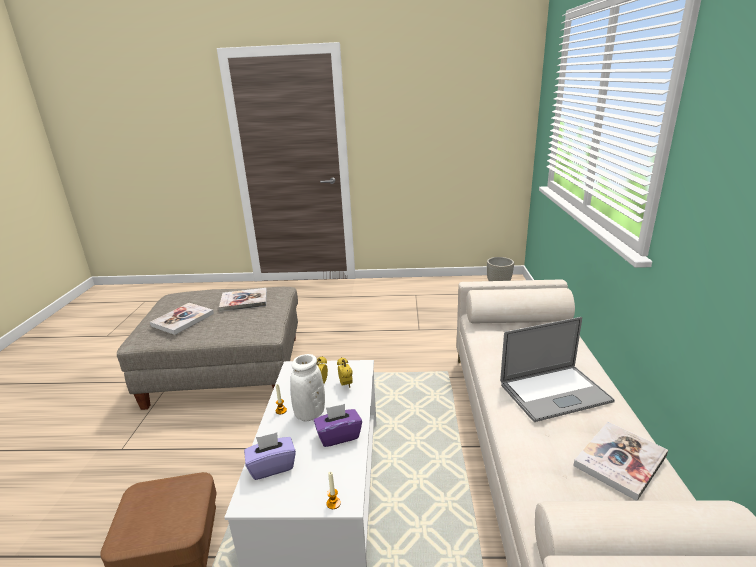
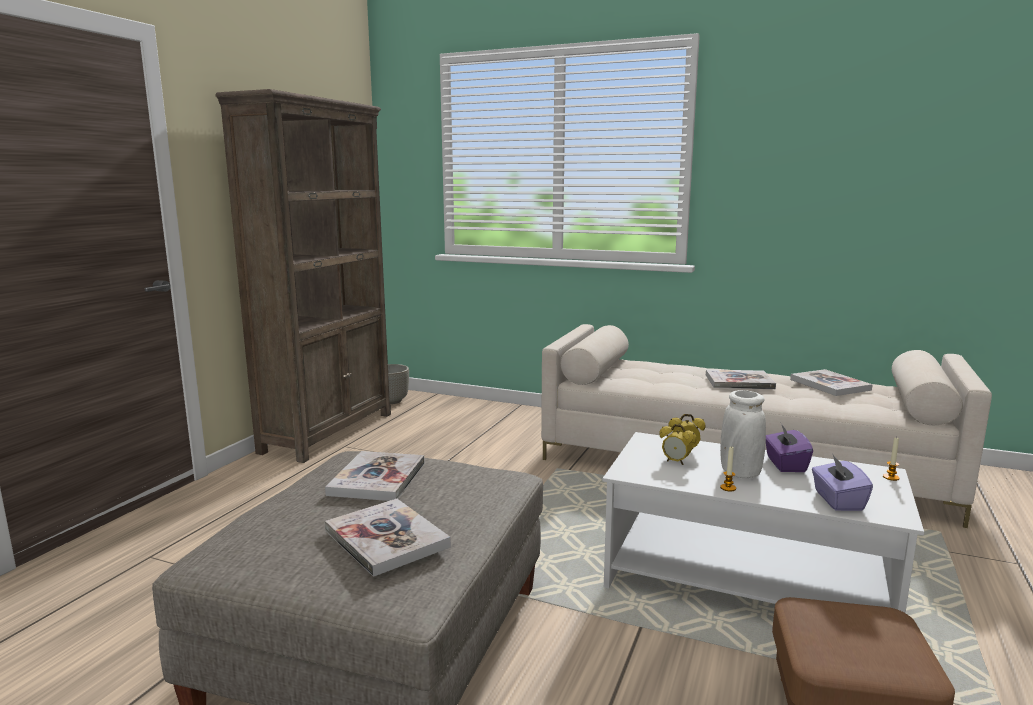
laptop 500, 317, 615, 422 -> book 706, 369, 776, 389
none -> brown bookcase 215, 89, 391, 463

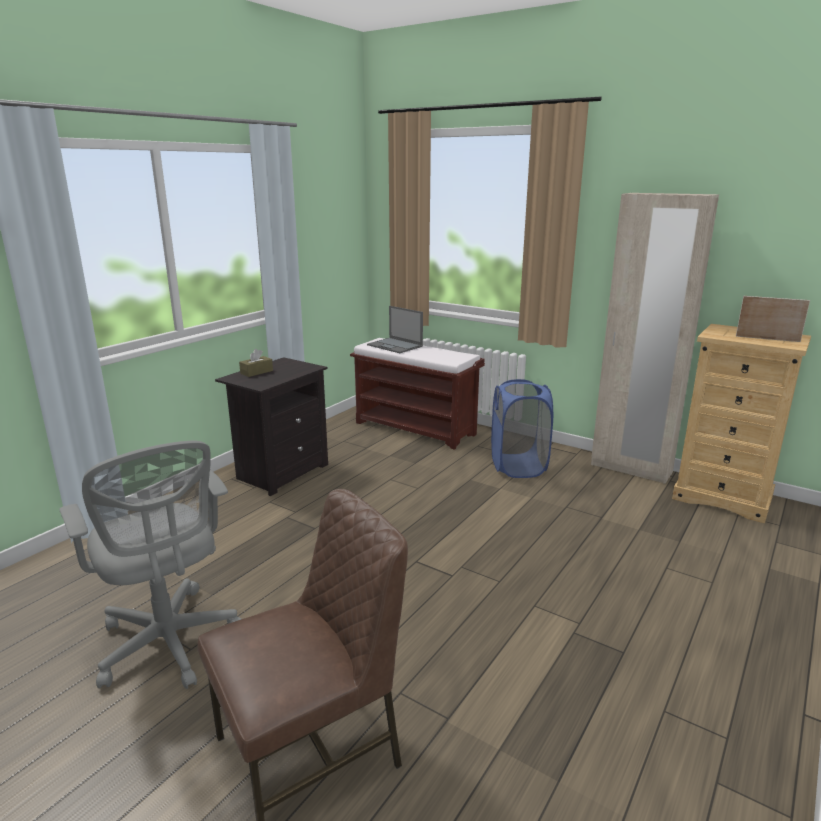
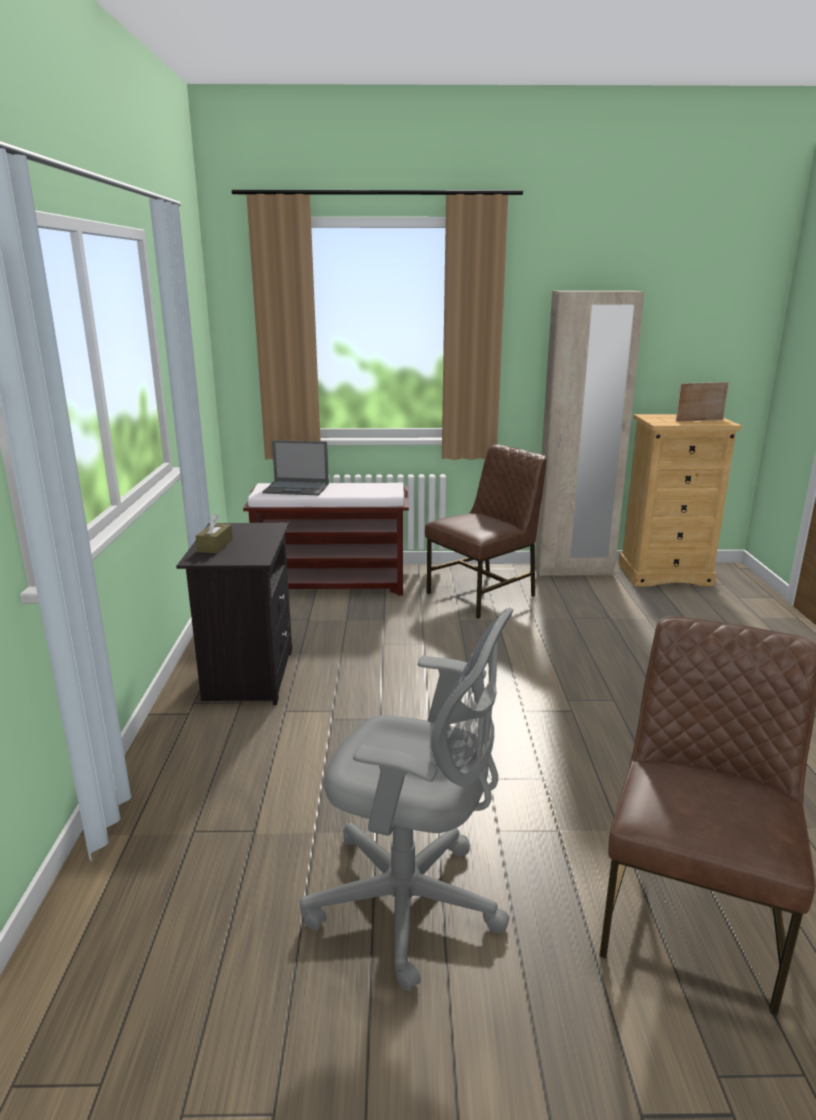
blue laundry basket 491, 379, 553, 478 -> brown chair 425, 445, 547, 619

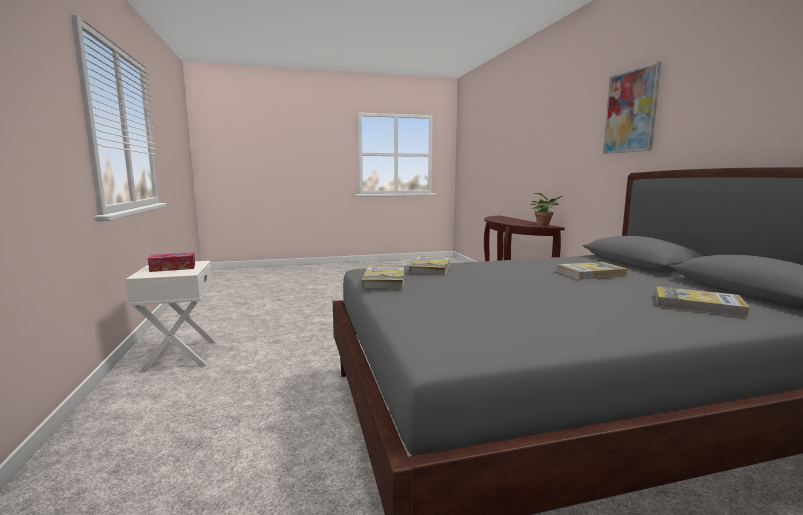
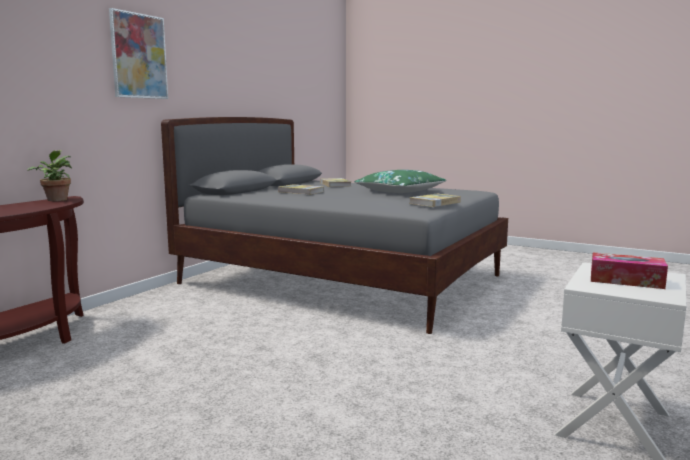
book 409, 256, 450, 275 -> none
none -> green pillow 354, 170, 446, 193

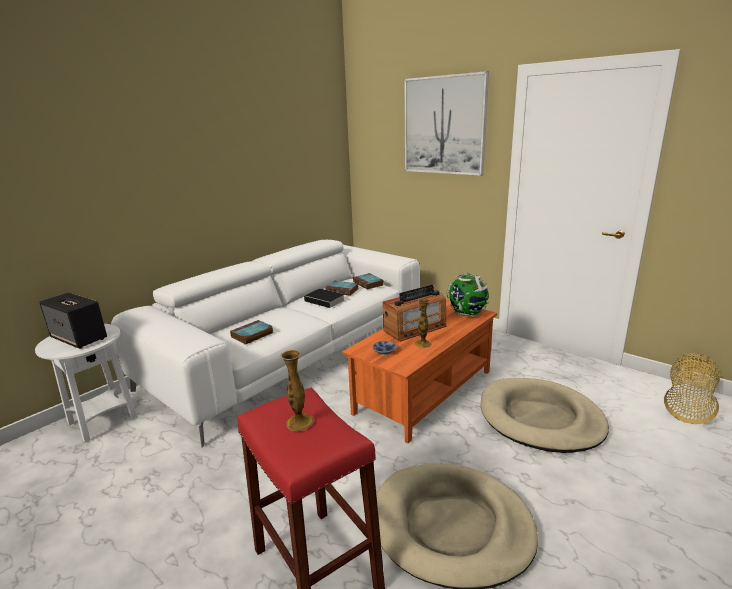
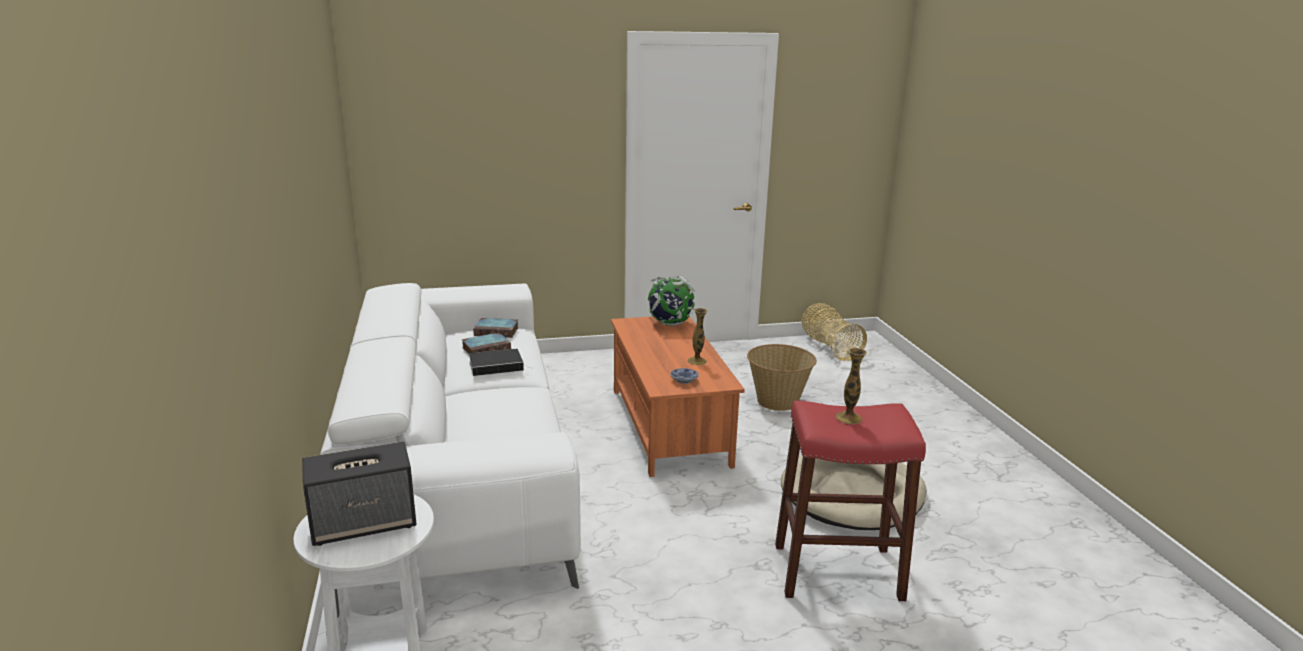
picture 405, 71, 489, 176 -> none
radio 383, 285, 446, 342 -> none
book 230, 320, 273, 345 -> none
beige dog bed 481, 378, 609, 453 -> basket 747, 344, 817, 411

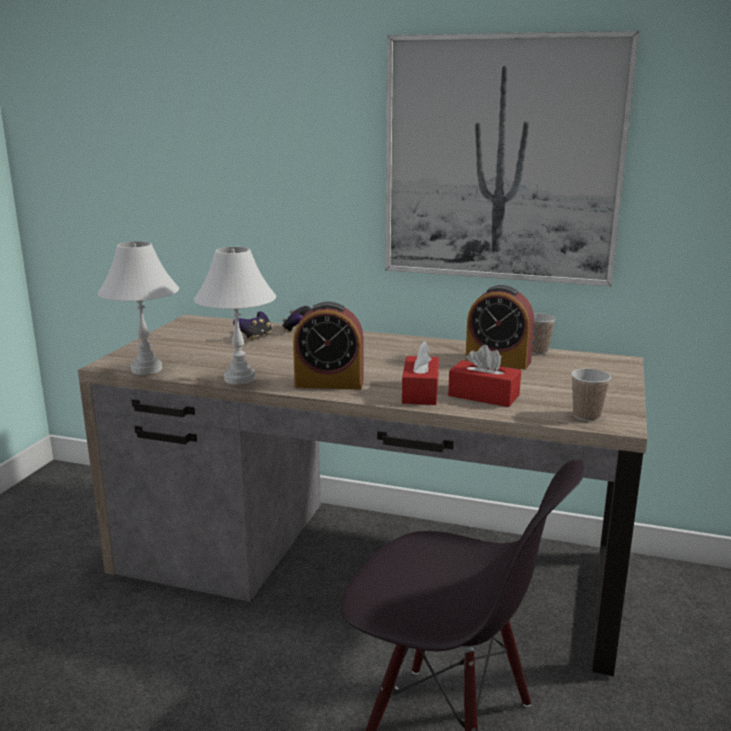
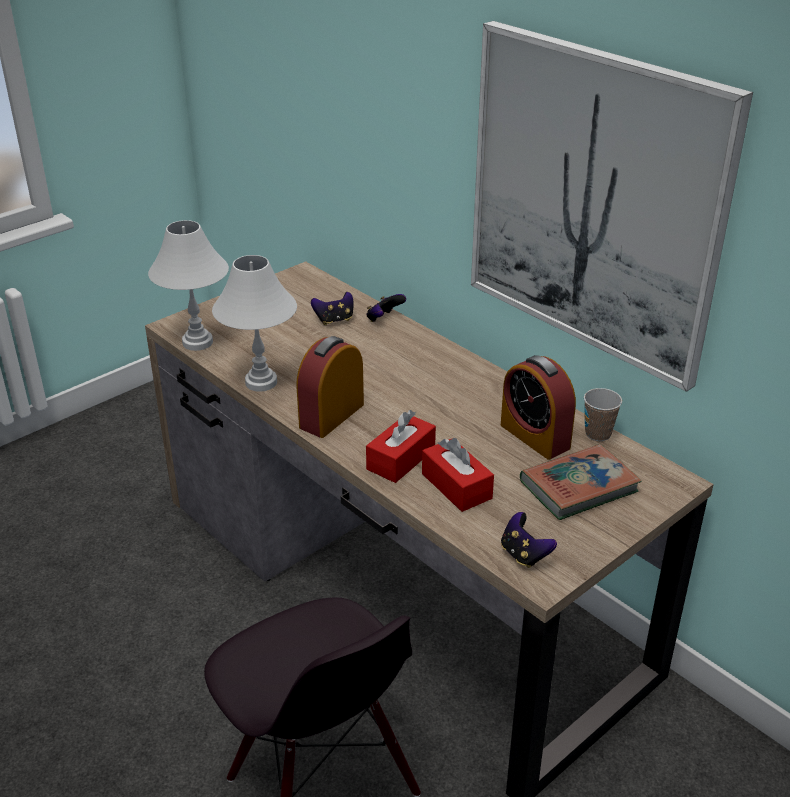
alarm clock 293, 301, 363, 389 -> alarm clock 296, 336, 364, 438, 90 degrees clockwise
cup 571, 368, 611, 421 -> game controller 501, 512, 557, 568
none -> book 520, 444, 641, 520

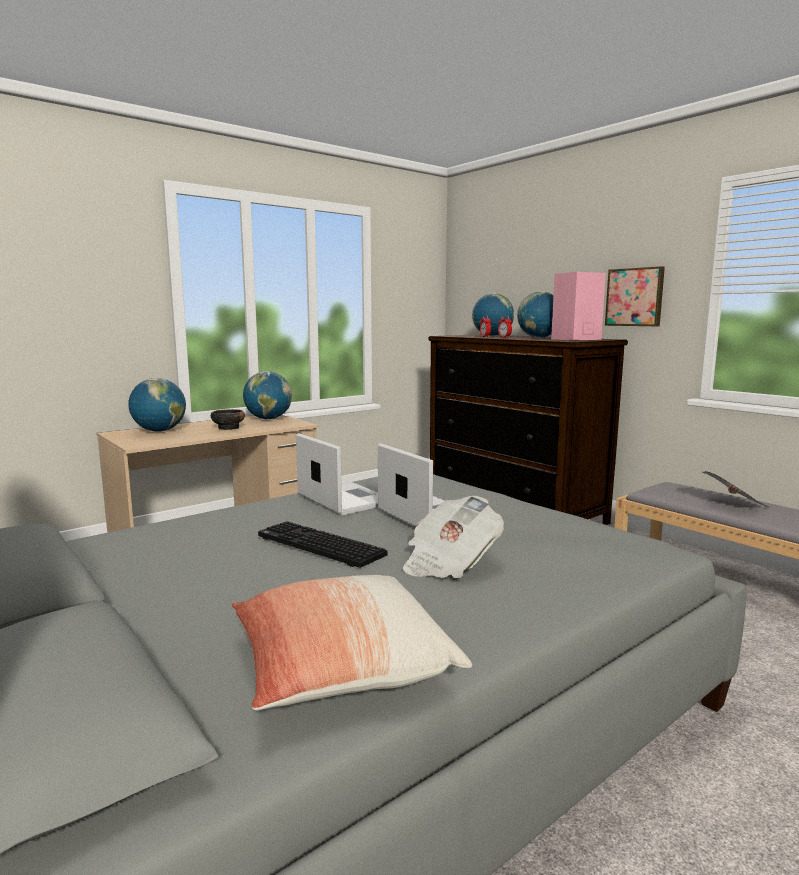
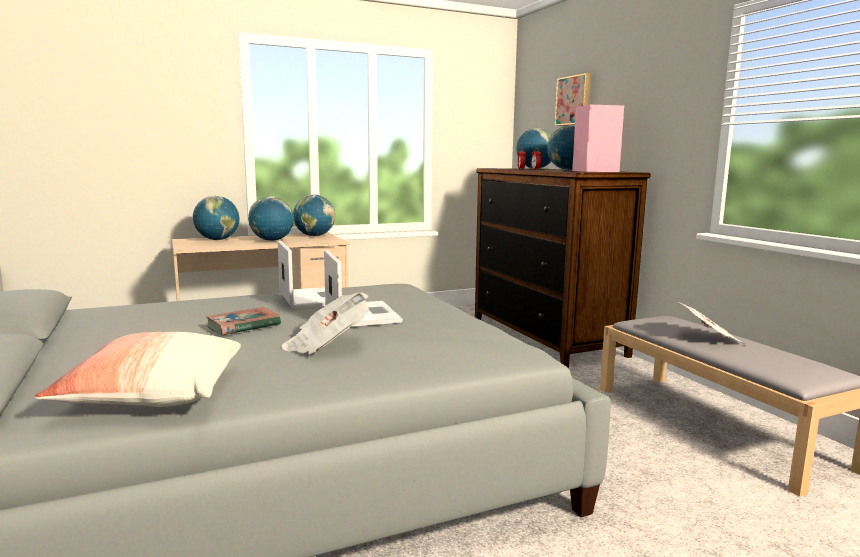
picture 605, 266, 665, 326 -> picture 555, 73, 591, 126, move
bowl 211, 409, 245, 430 -> globe 248, 196, 294, 241
keyboard 258, 521, 388, 568 -> book 206, 307, 281, 335

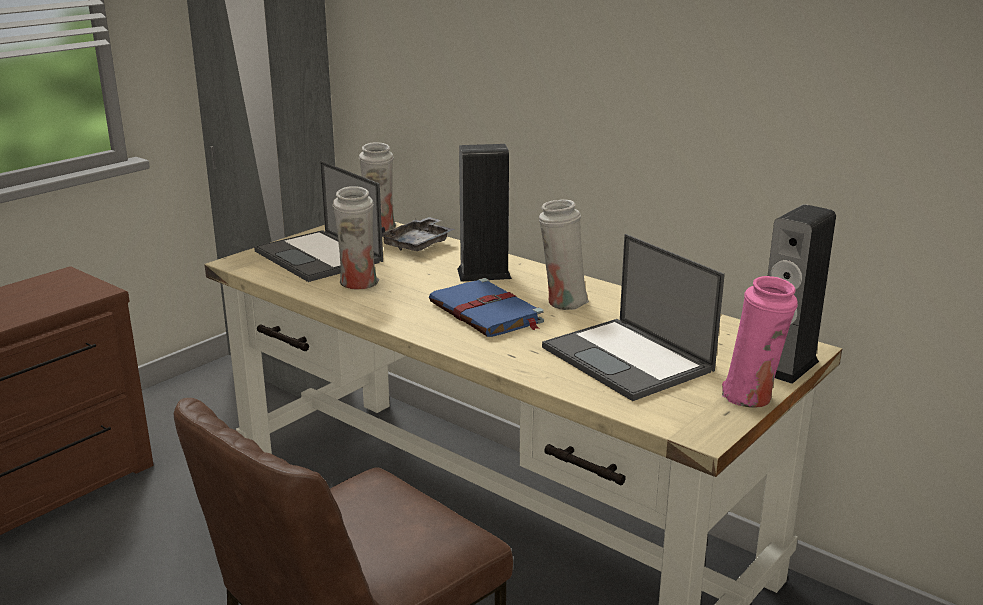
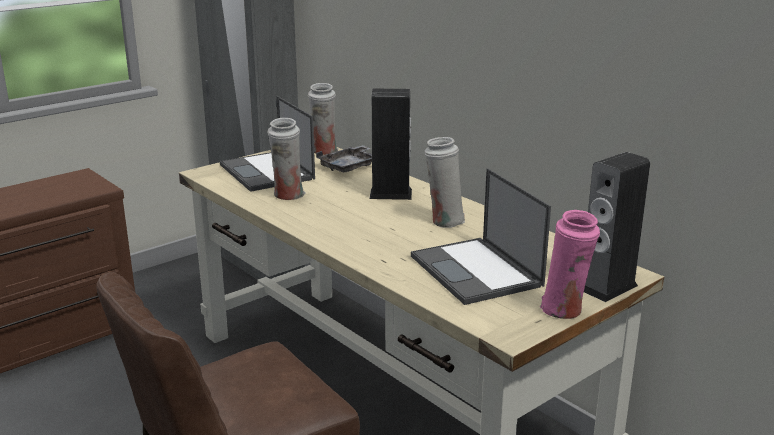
blue book 429, 278, 544, 337 -> none

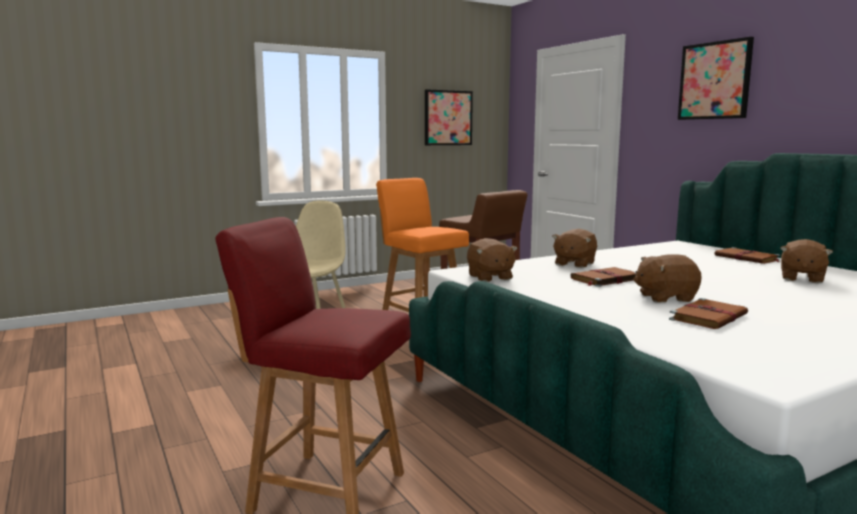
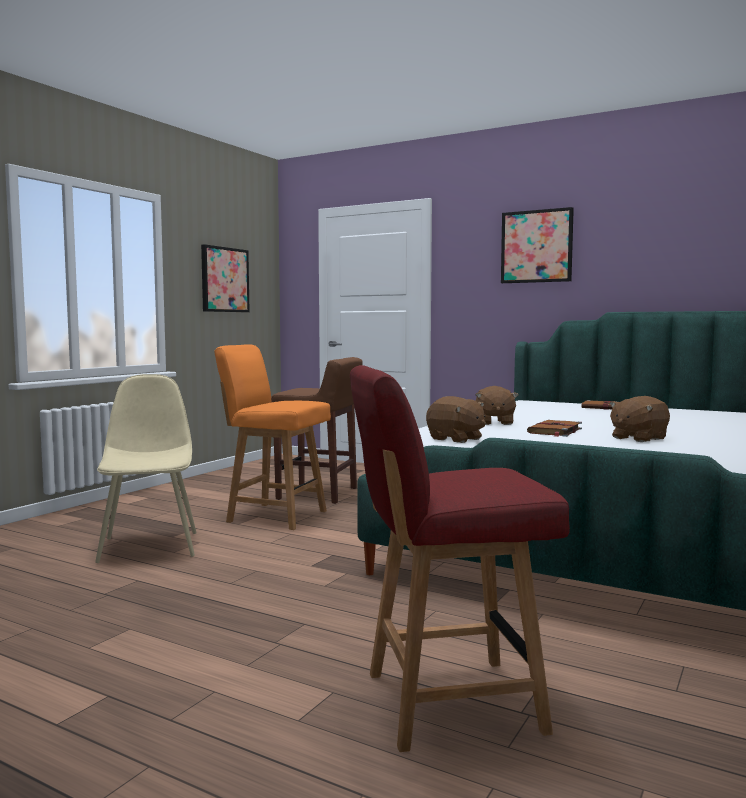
brown plush toy 780, 239, 833, 283 -> none
brown book 669, 298, 748, 329 -> none

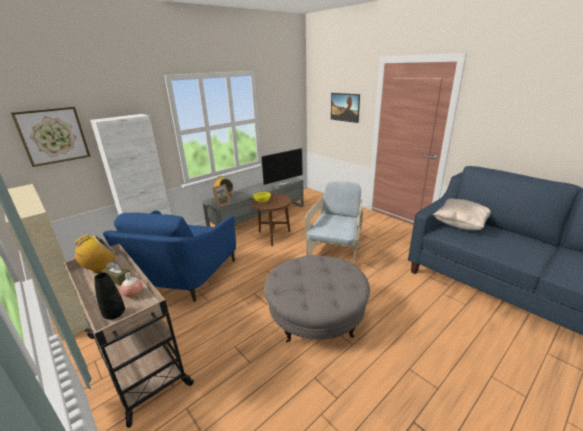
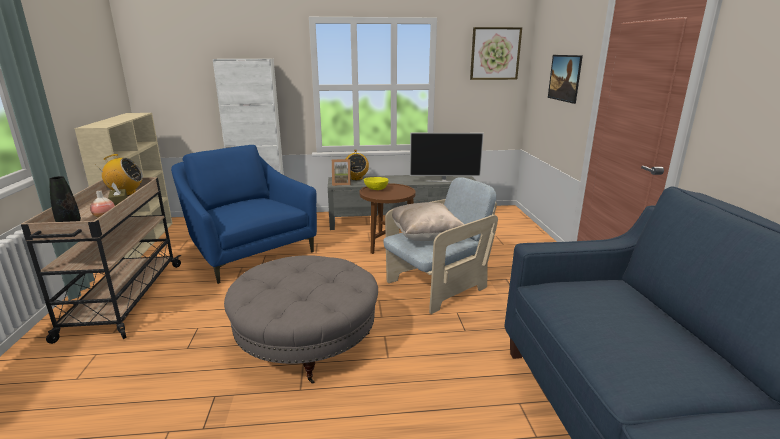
picture 11, 107, 91, 167 -> picture 470, 27, 522, 80, move
beige pillow 433, 198, 491, 230 -> beige pillow 392, 202, 464, 241, move
blue armchair 103, 210, 236, 302 -> blue armchair 171, 145, 317, 284, 90 degrees clockwise

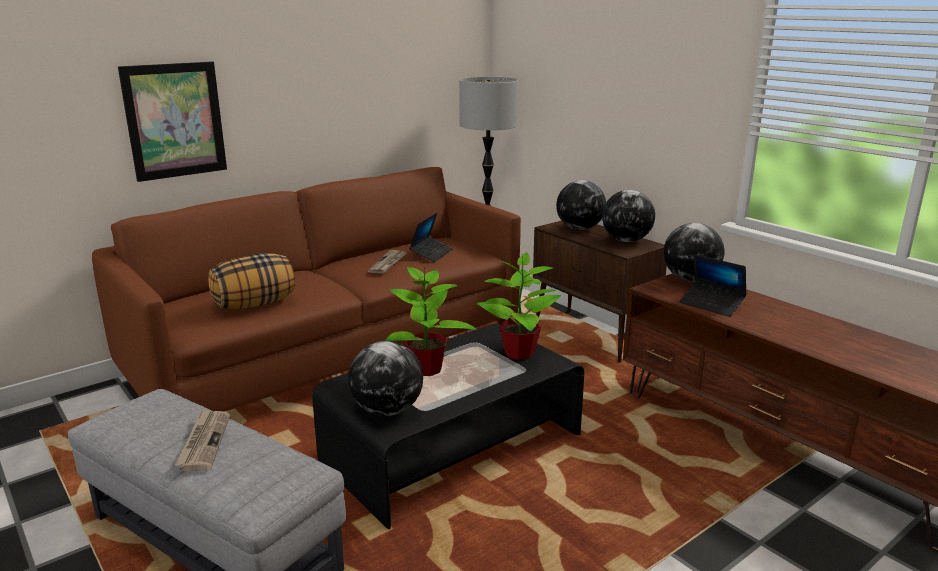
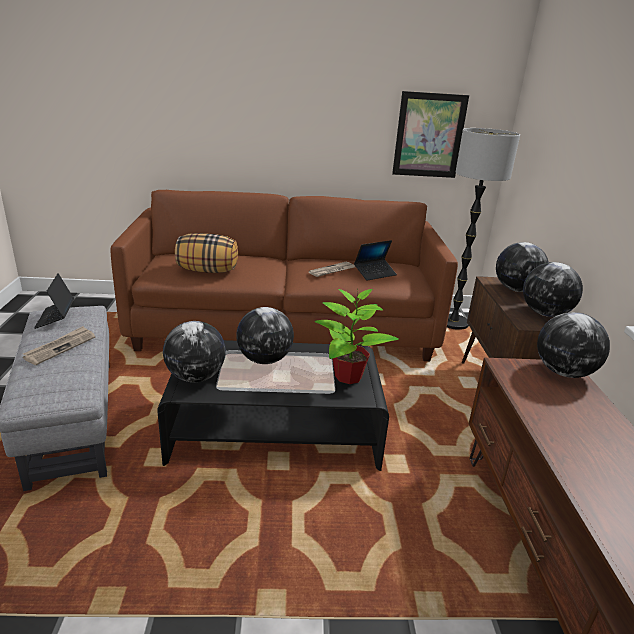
picture 118, 61, 227, 182 -> picture 392, 91, 469, 178, move
laptop 679, 254, 747, 317 -> laptop 34, 273, 74, 329, move
potted plant 385, 266, 477, 376 -> globe 236, 307, 294, 364

